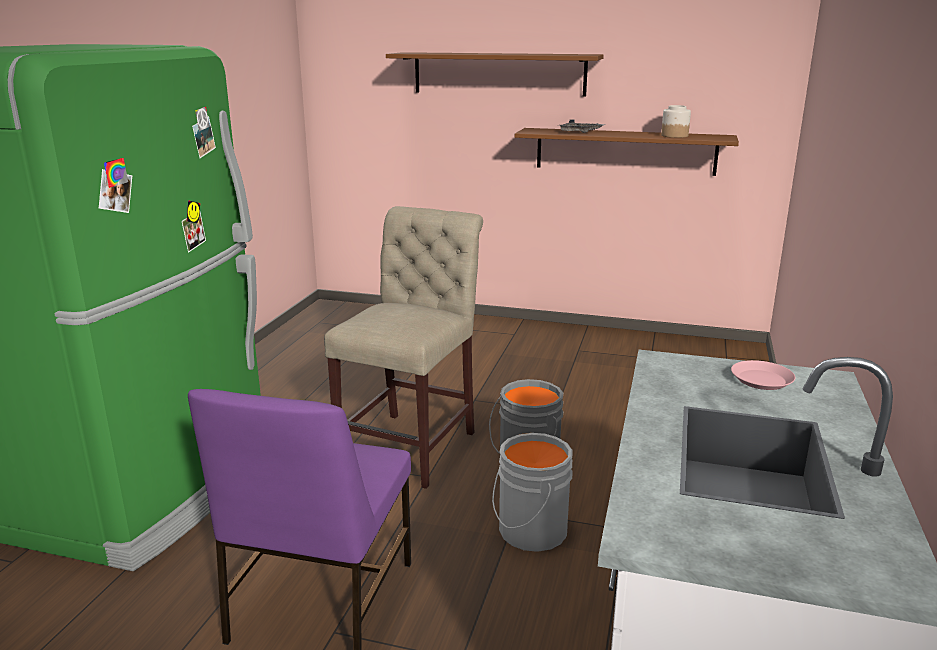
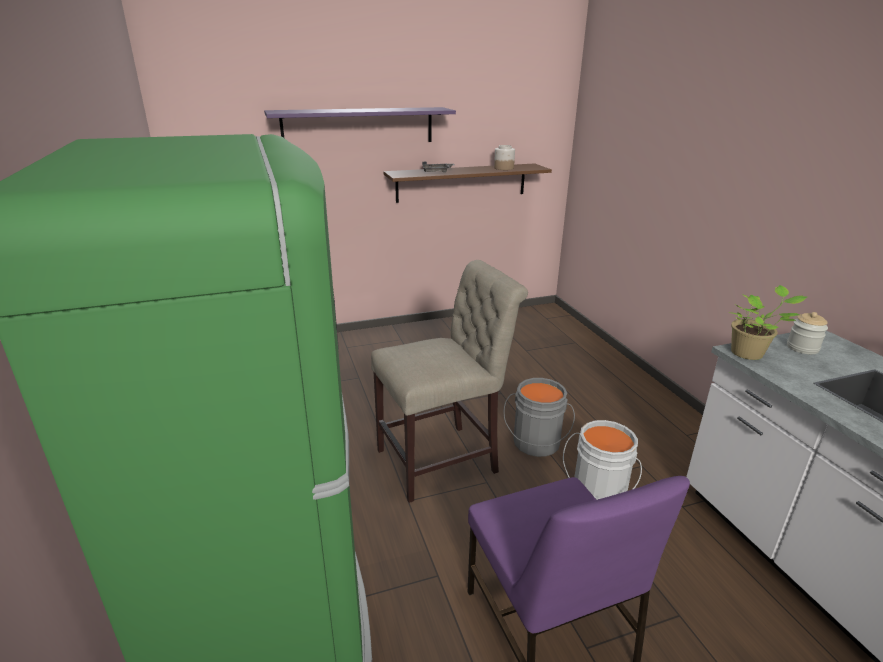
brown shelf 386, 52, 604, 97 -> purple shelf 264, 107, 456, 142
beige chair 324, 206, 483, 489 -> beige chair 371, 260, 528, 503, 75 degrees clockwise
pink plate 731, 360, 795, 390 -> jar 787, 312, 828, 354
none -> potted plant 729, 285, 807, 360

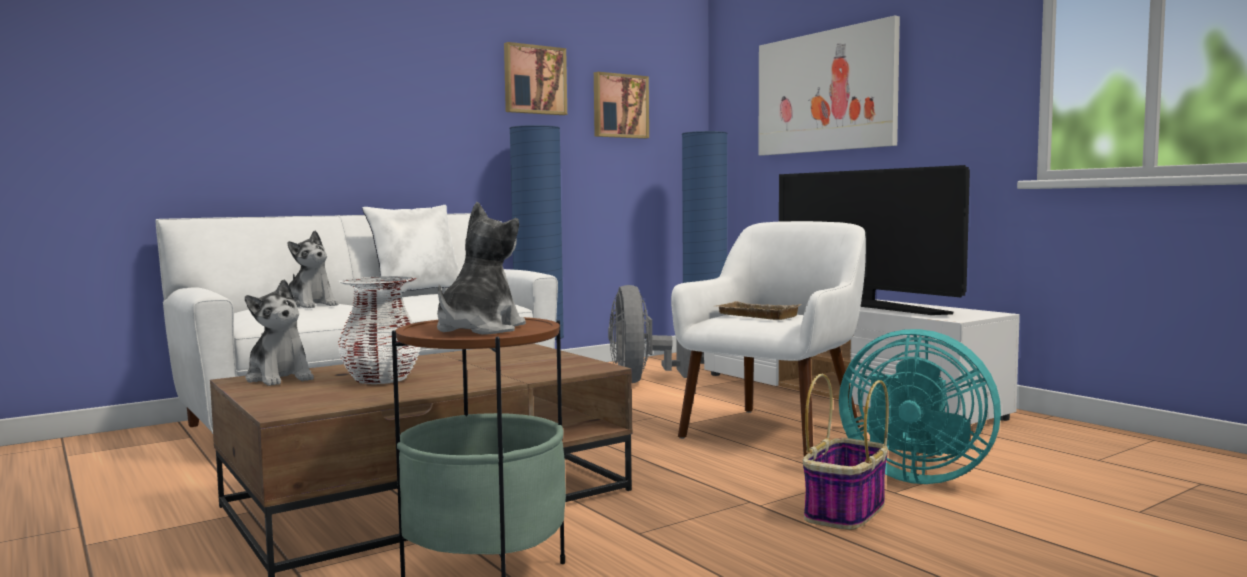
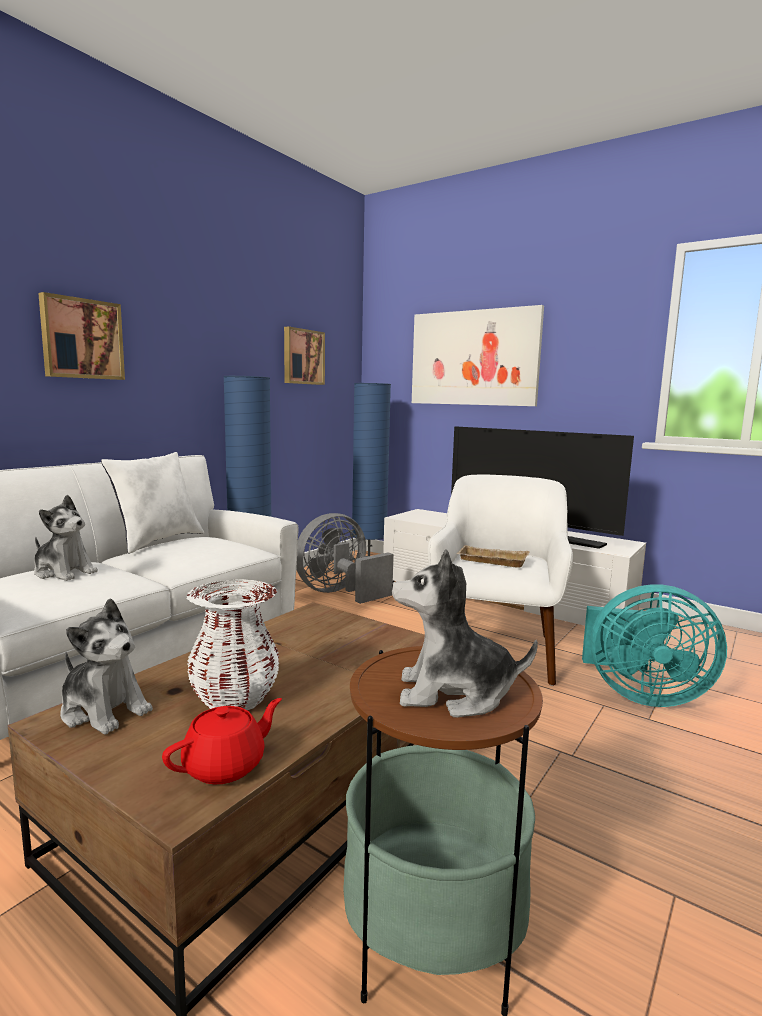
picture 504, 42, 567, 115 -> picture 38, 292, 125, 380, move
plush toy 437, 202, 526, 335 -> plush toy 392, 549, 538, 717, 90 degrees counterclockwise
grey fan 608, 285, 691, 383 -> grey fan 296, 513, 393, 604, 75 degrees clockwise
basket 802, 374, 889, 530 -> none
none -> red teapot 162, 698, 282, 784

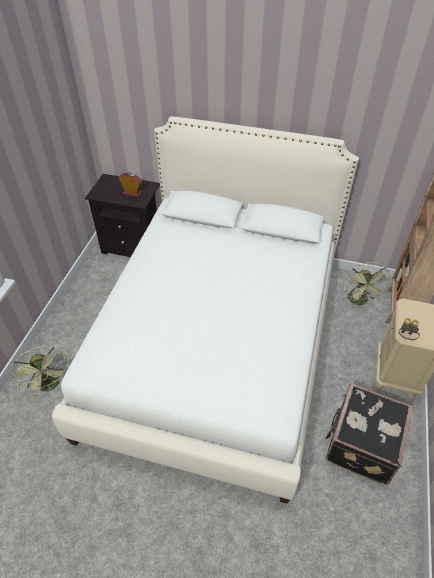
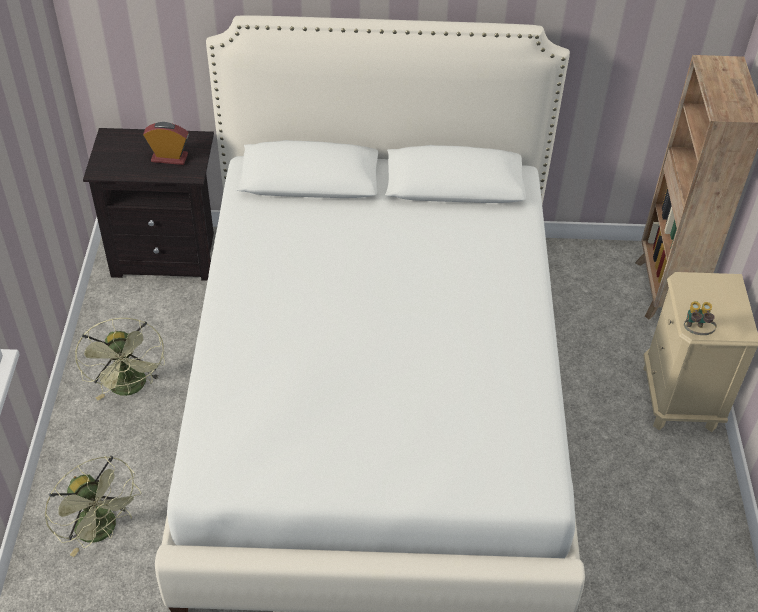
green fan 342, 262, 392, 305 -> green fan 75, 318, 165, 400, move
black suitcase 325, 383, 413, 485 -> none

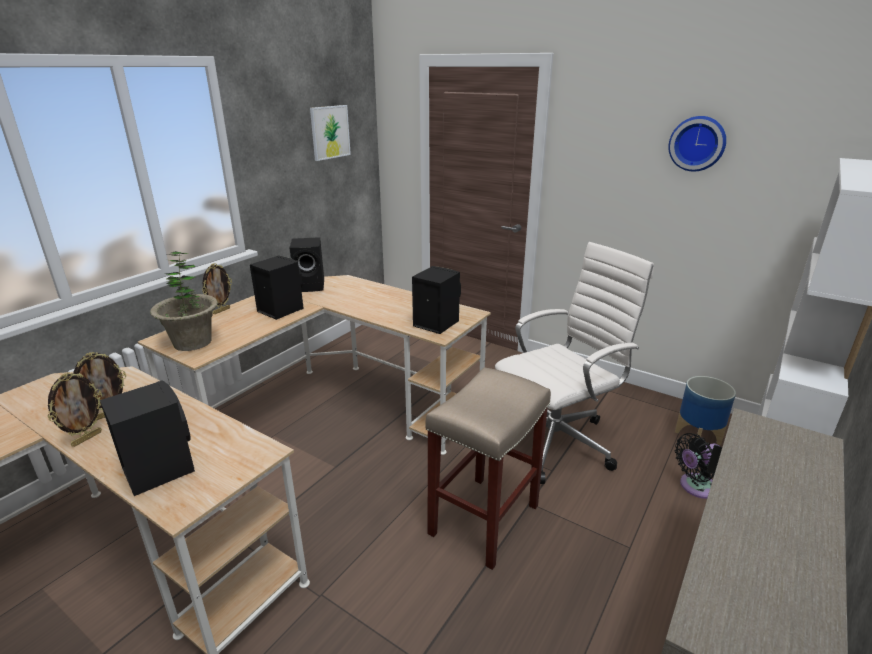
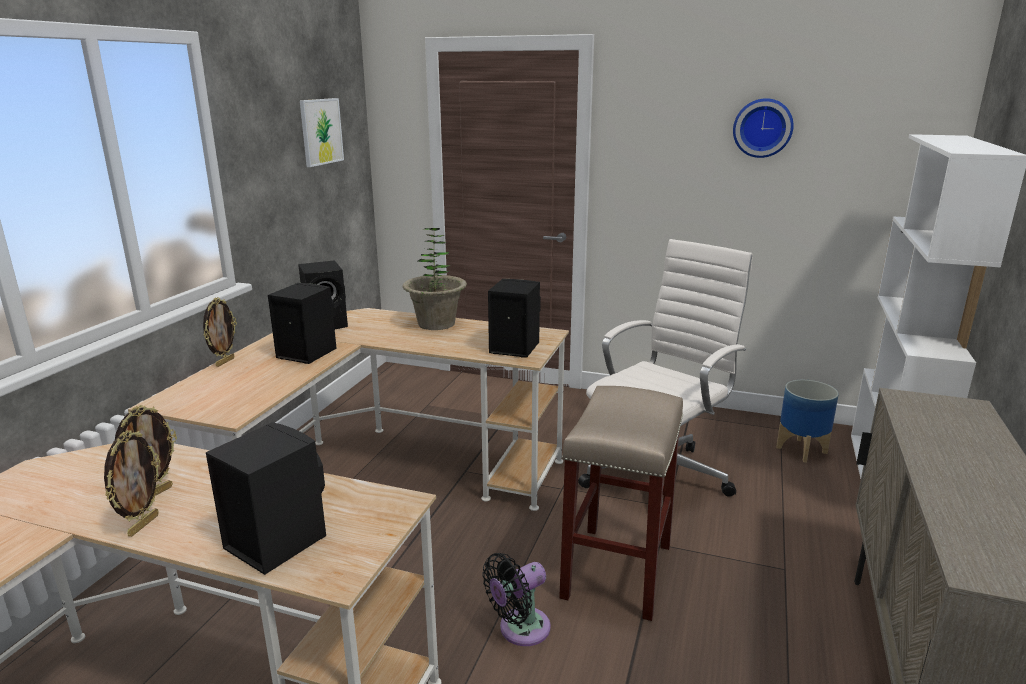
potted plant 150, 251, 218, 351 -> potted plant 402, 228, 467, 330, move
black fan 675, 433, 721, 499 -> black fan 483, 553, 551, 646, move

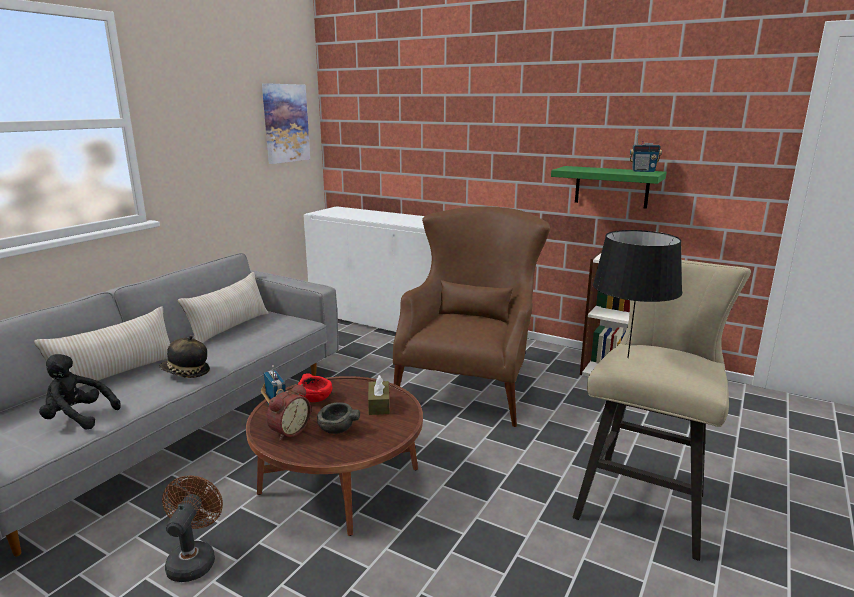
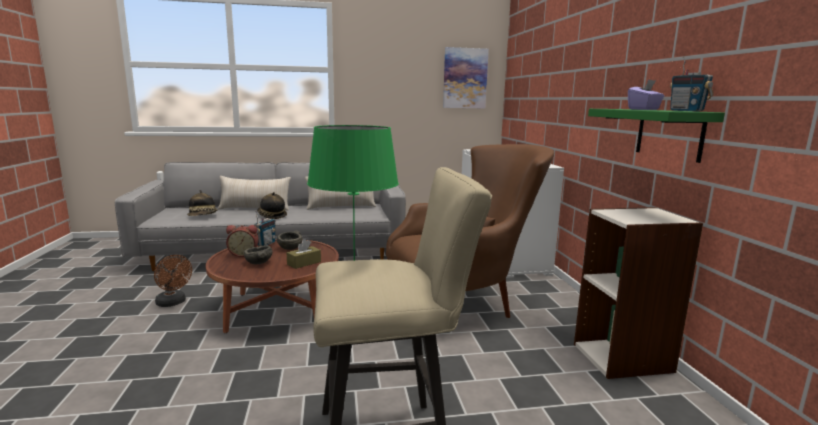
black table lamp 593, 230, 682, 358 -> green table lamp 307, 125, 399, 261
black plush toy 39, 354, 121, 430 -> hat 187, 190, 218, 216
red bowl 298, 373, 332, 402 -> grey bowl 277, 230, 302, 250
brown fan 162, 475, 223, 582 -> brown fan 154, 255, 192, 307, 75 degrees clockwise
none -> purple tissue box 628, 80, 665, 110

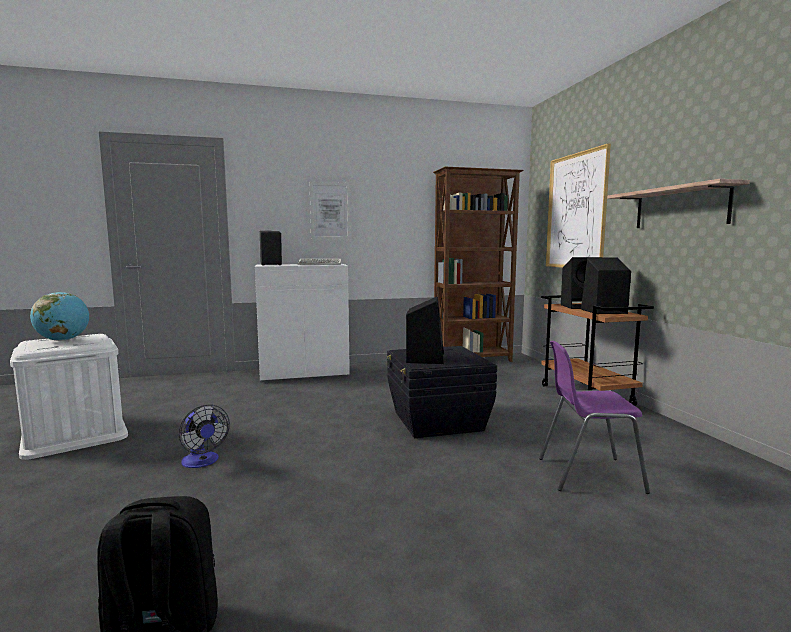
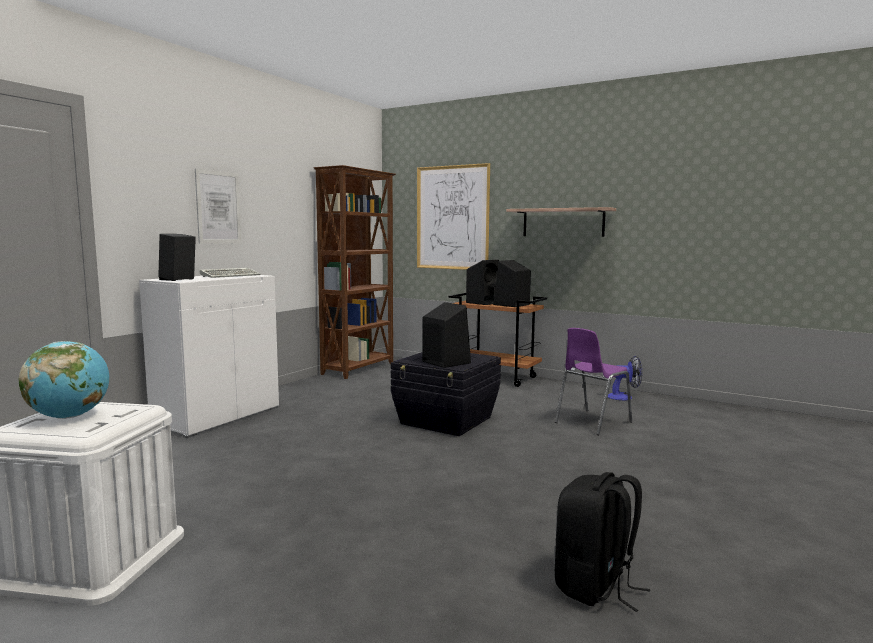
fan 179, 404, 230, 468 -> fan 608, 356, 642, 400, move

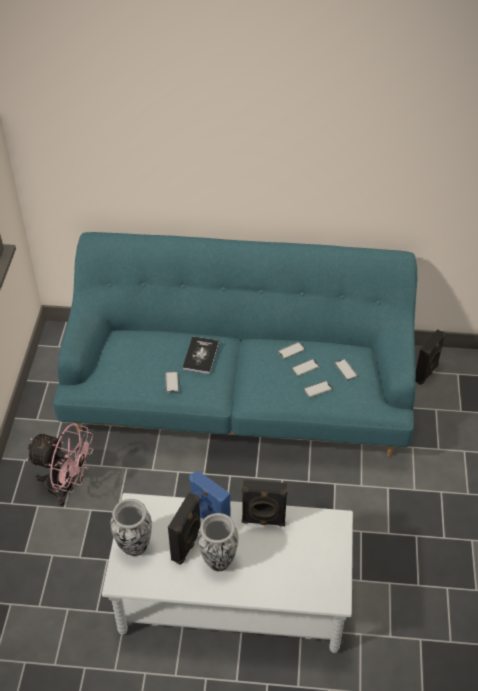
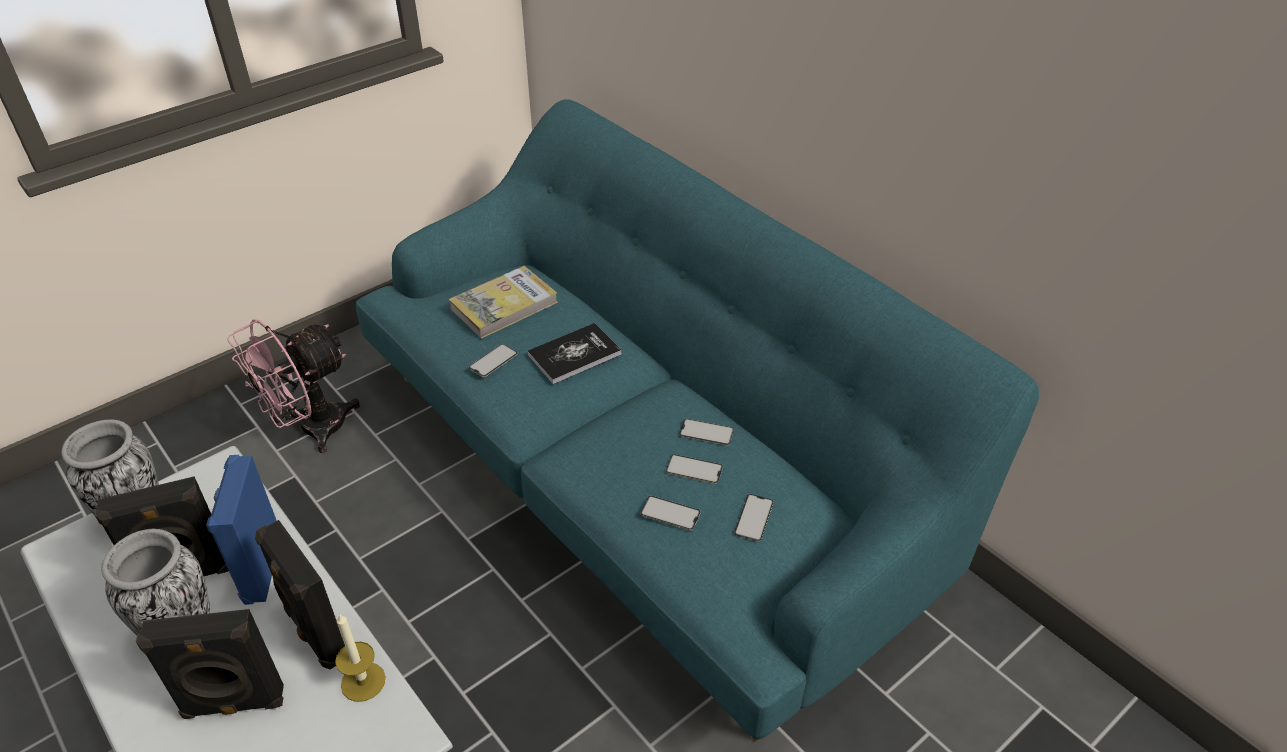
black speaker 416, 329, 445, 385 -> black speaker 136, 609, 284, 719, move
pink fan 26, 423, 94, 506 -> pink fan 227, 319, 360, 453, 75 degrees clockwise
none -> book 449, 266, 558, 339
none -> candle 335, 614, 386, 702

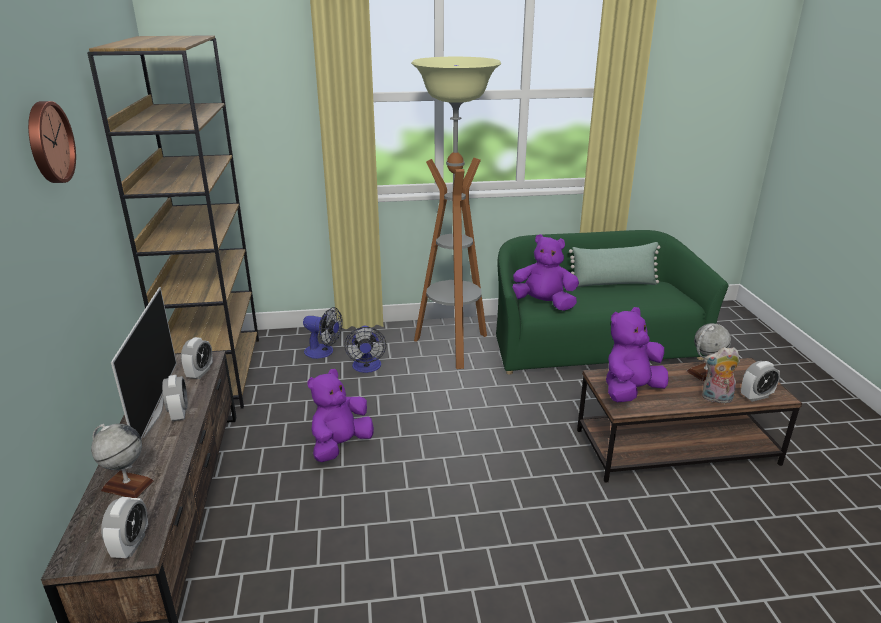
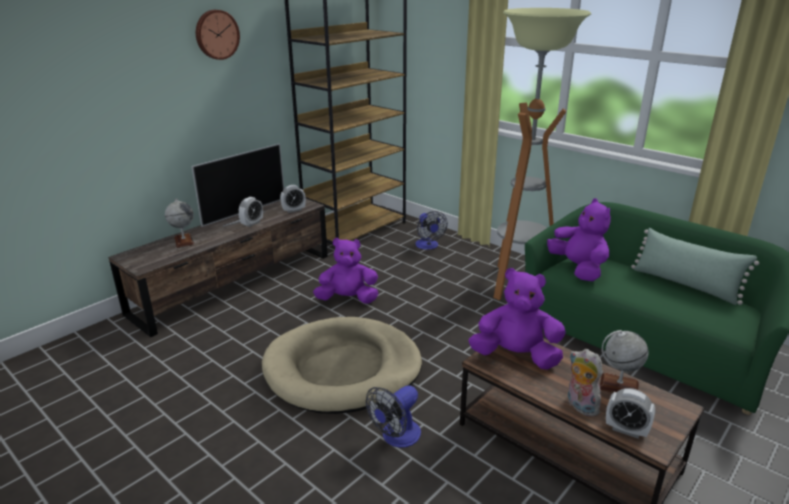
fan 344, 326, 386, 373 -> fan 366, 385, 421, 448, move
alarm clock 101, 497, 148, 558 -> none
none -> beige dog bed 262, 317, 422, 414

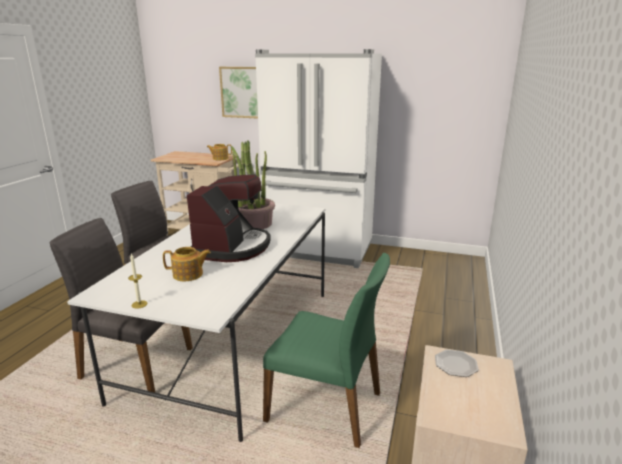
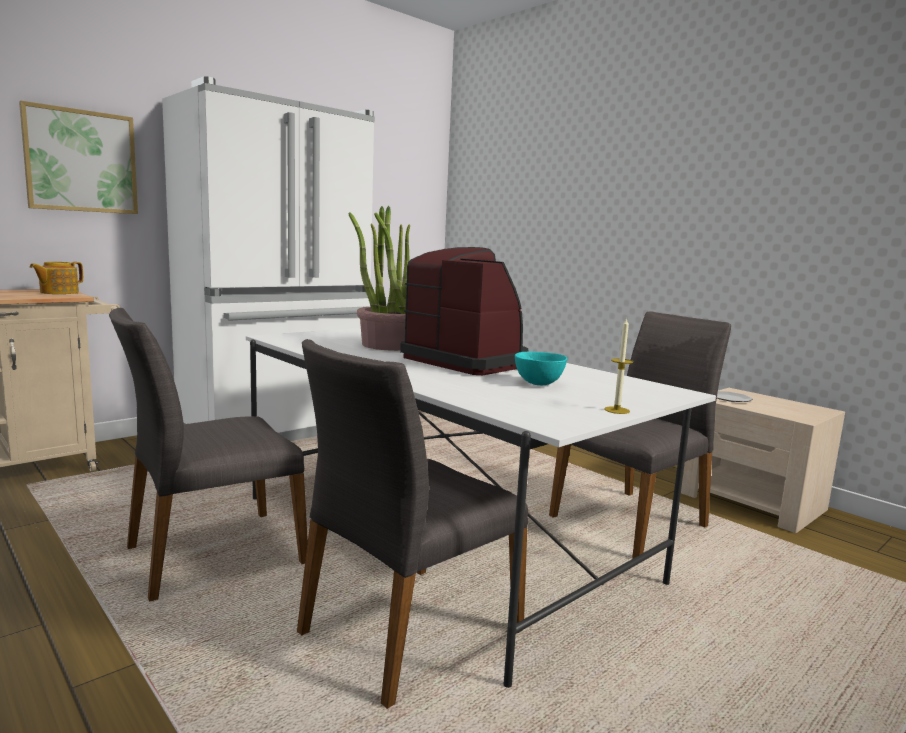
teapot 163, 247, 211, 281 -> turquoise bowl 515, 352, 567, 385
green chair 263, 253, 390, 448 -> grey chair 549, 312, 731, 558

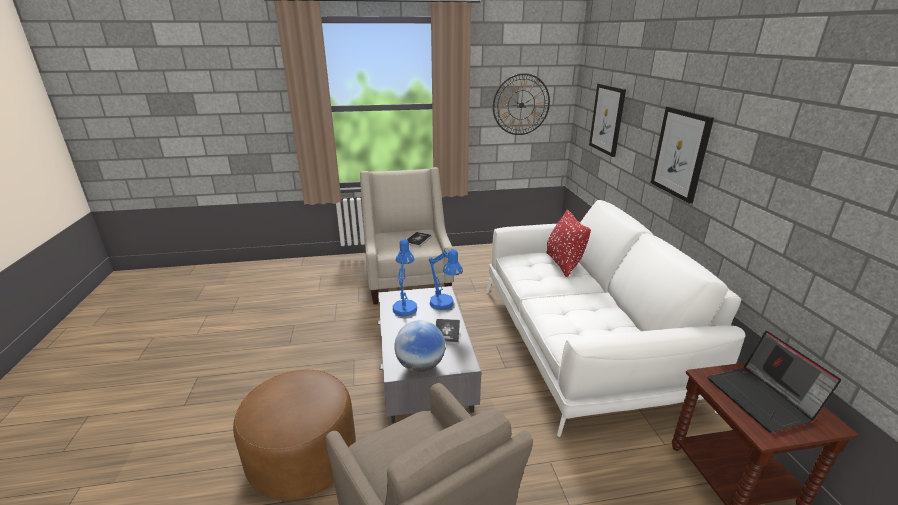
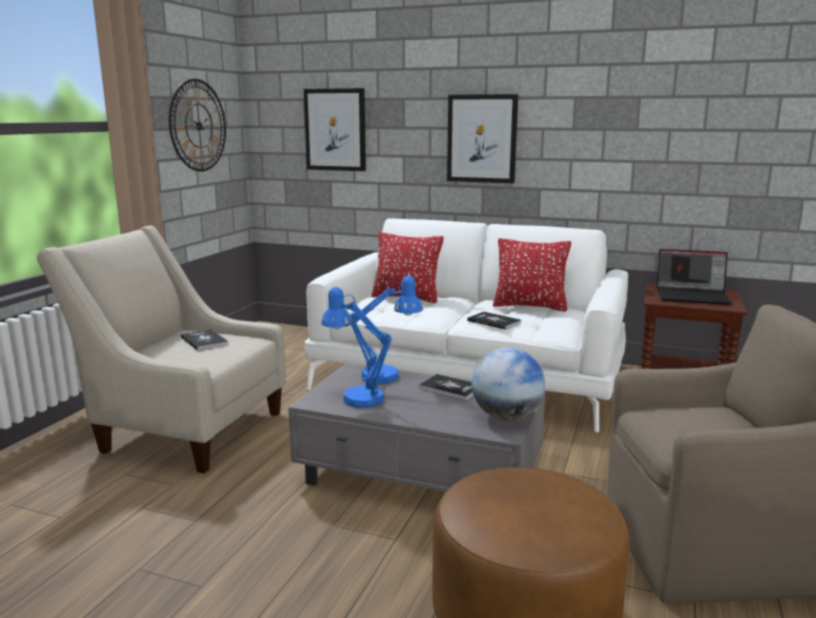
none -> red pillow 493, 238, 571, 311
none -> book 467, 312, 521, 330

